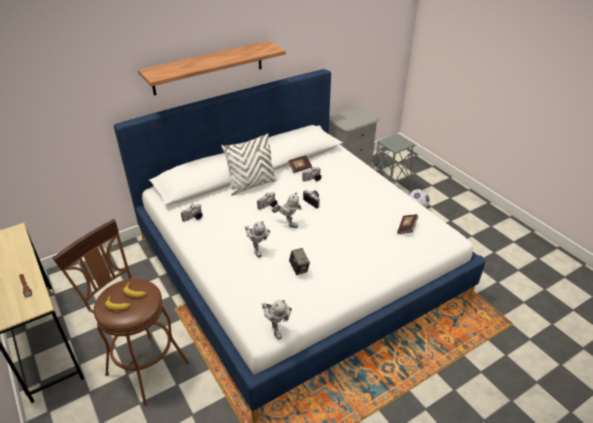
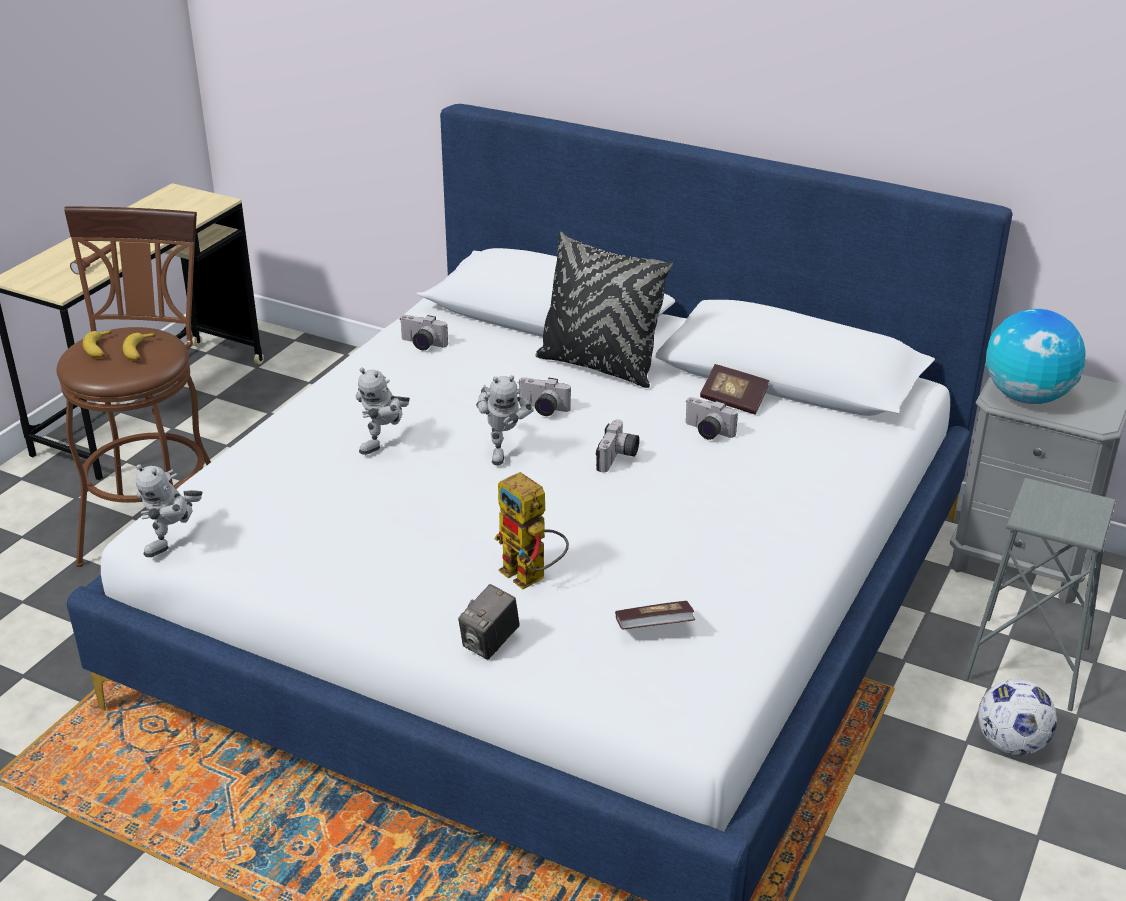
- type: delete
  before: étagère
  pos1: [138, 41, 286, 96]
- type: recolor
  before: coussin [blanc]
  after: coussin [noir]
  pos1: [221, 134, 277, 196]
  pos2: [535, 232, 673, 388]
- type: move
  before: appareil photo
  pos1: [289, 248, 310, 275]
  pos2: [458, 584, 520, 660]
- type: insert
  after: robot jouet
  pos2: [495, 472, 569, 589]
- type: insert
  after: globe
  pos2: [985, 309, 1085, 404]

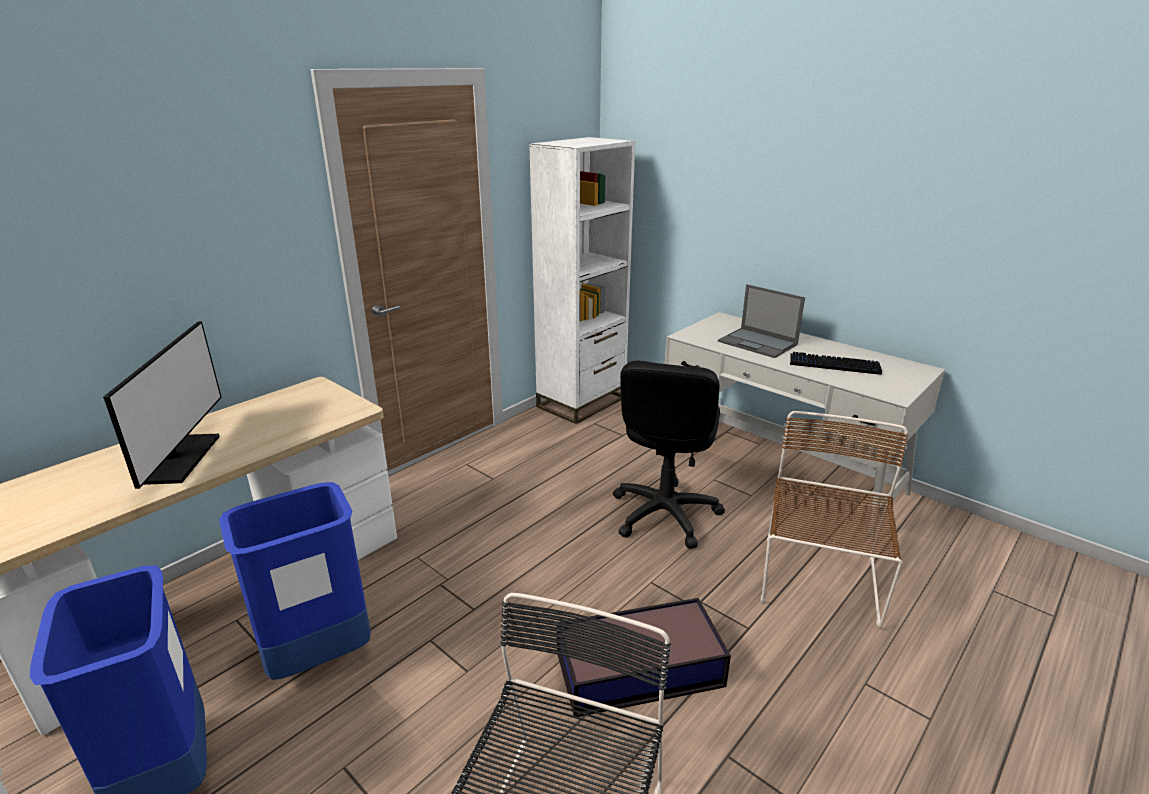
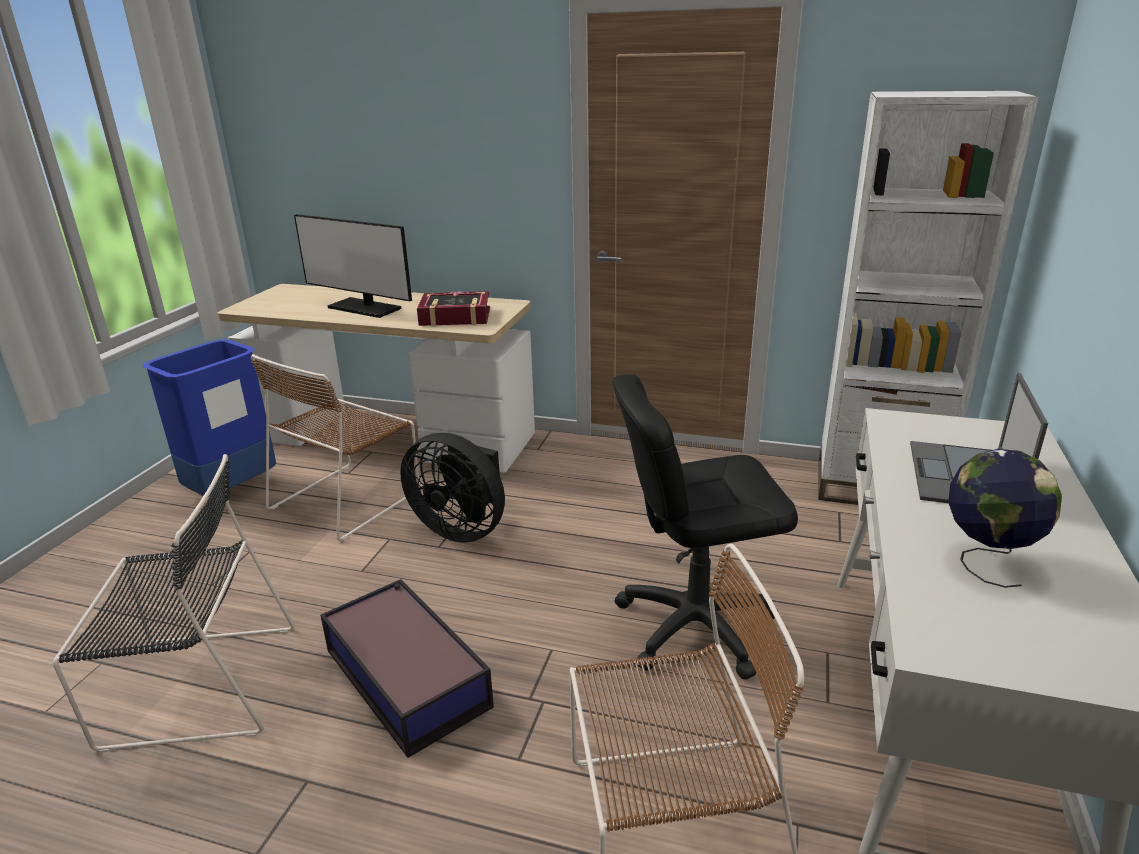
- type: rotate
  before: écran d'ordinateur
  pos1: [103, 321, 222, 489]
  pos2: [294, 214, 412, 318]
  turn: 60
- type: replace
  before: poubelle [bleu]
  after: chaise [marron]
  pos1: [219, 482, 371, 680]
  pos2: [251, 354, 420, 541]
- type: replace
  before: clavier
  after: globe
  pos1: [790, 352, 882, 375]
  pos2: [948, 449, 1062, 588]
- type: insert
  after: ventilateur [noir]
  pos2: [400, 433, 505, 543]
- type: insert
  after: livre
  pos2: [417, 291, 490, 327]

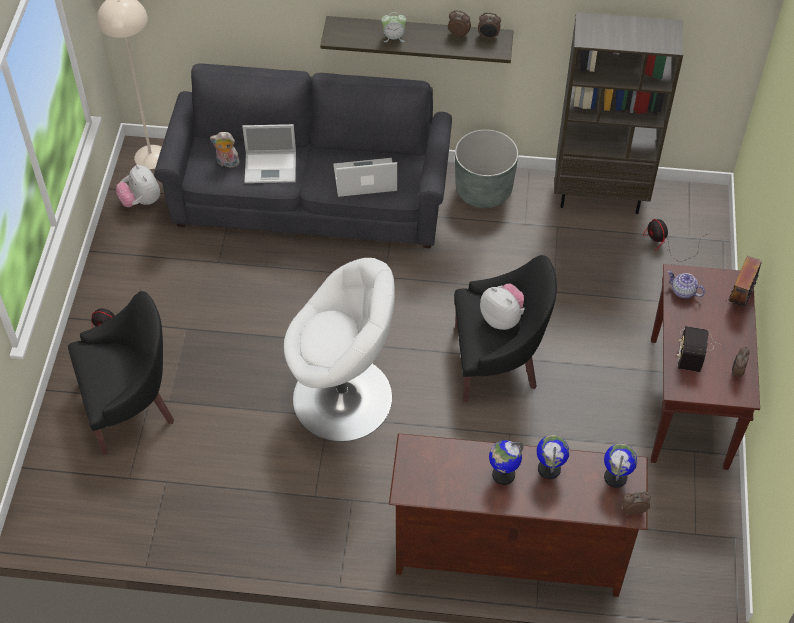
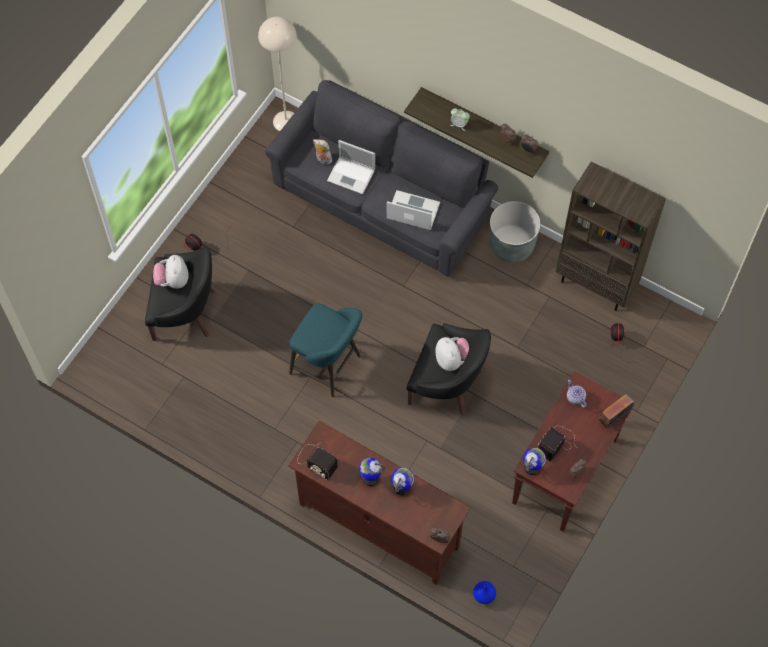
- type: move
  before: peluche
  pos1: [116, 165, 160, 207]
  pos2: [153, 255, 189, 289]
- type: replace
  before: fauteuil [blanc]
  after: tabouret [turquoise]
  pos1: [284, 258, 395, 442]
  pos2: [289, 303, 362, 397]
- type: move
  before: globe
  pos1: [604, 443, 637, 488]
  pos2: [523, 448, 546, 475]
- type: insert
  after: radio
  pos2: [297, 442, 338, 480]
- type: insert
  after: vase [bleu]
  pos2: [473, 581, 496, 604]

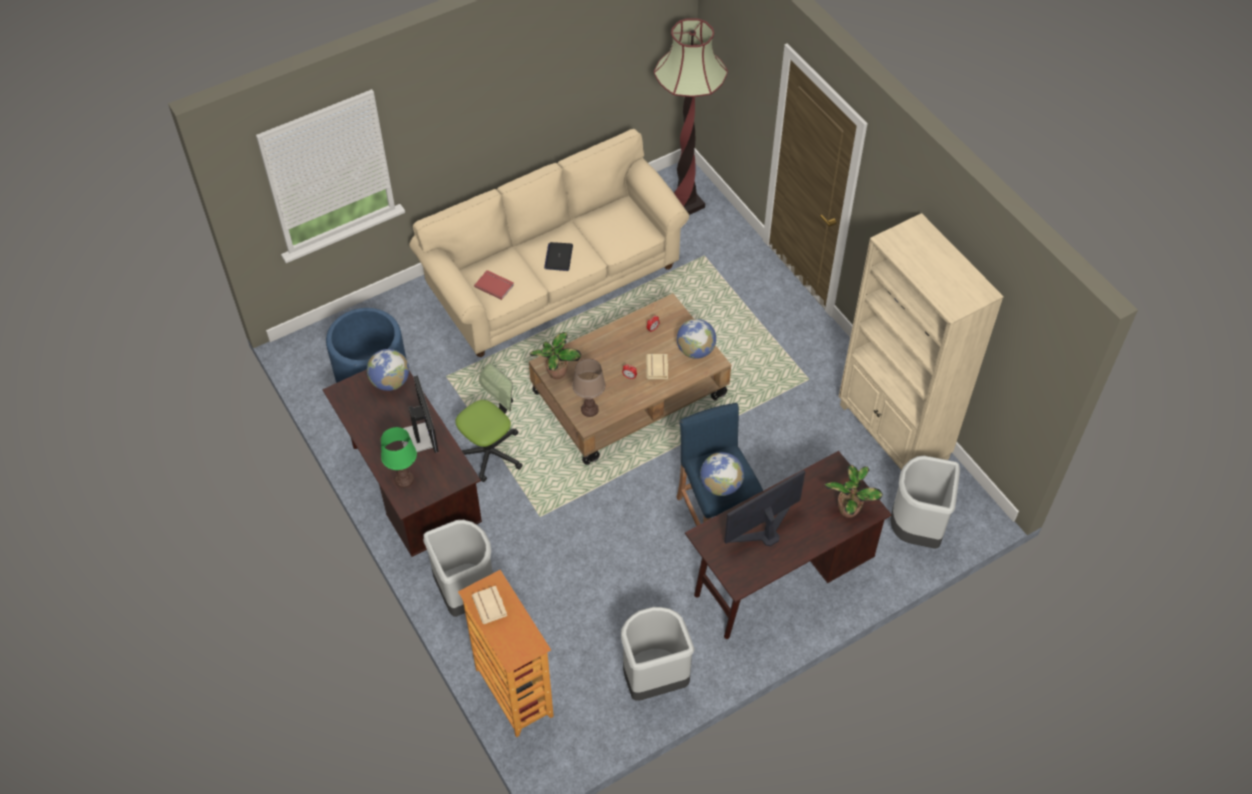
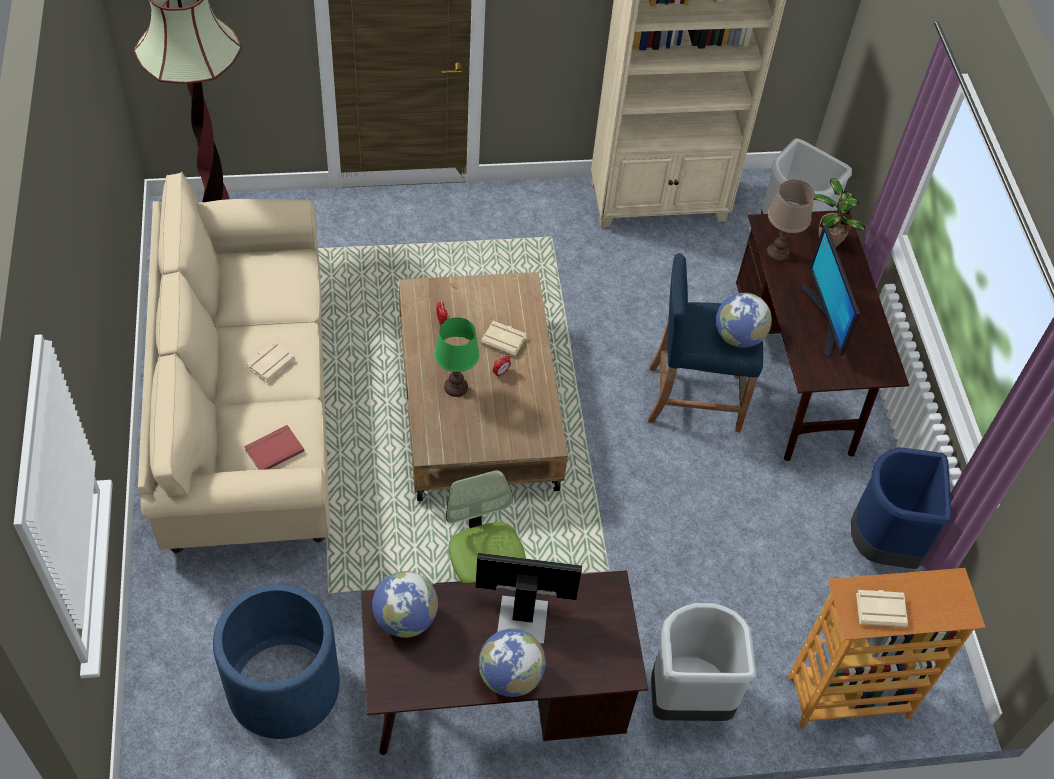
- type: move
  before: lampe de table [vert]
  pos1: [381, 427, 417, 488]
  pos2: [434, 317, 479, 397]
- type: delete
  before: plante en pot
  pos1: [529, 332, 581, 379]
- type: replace
  before: ordinateur portable
  after: livre [beige]
  pos1: [544, 242, 573, 271]
  pos2: [247, 341, 295, 383]
- type: move
  before: lampe de table [marron]
  pos1: [572, 359, 606, 417]
  pos2: [767, 180, 815, 262]
- type: recolor
  before: poubelle [gris]
  after: poubelle [bleu]
  pos1: [621, 607, 695, 701]
  pos2: [851, 447, 952, 569]
- type: move
  before: globe
  pos1: [677, 319, 716, 359]
  pos2: [479, 629, 546, 697]

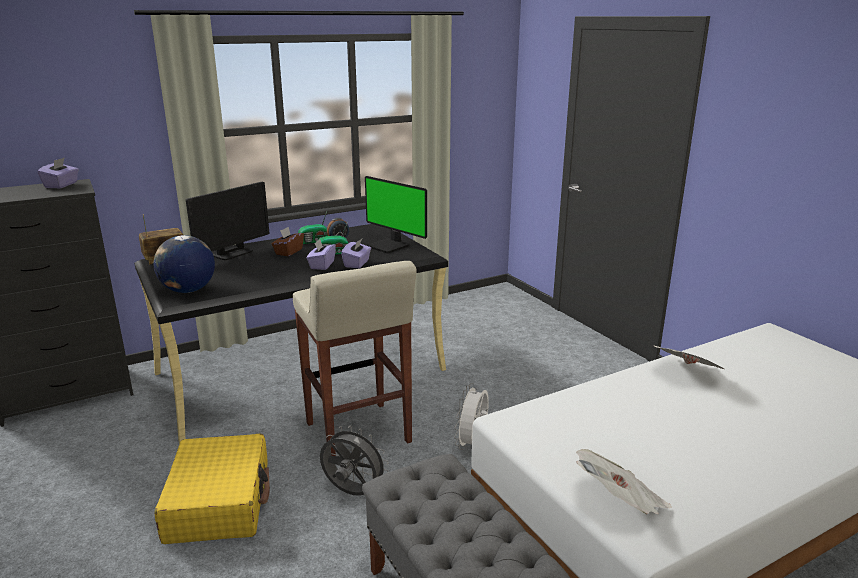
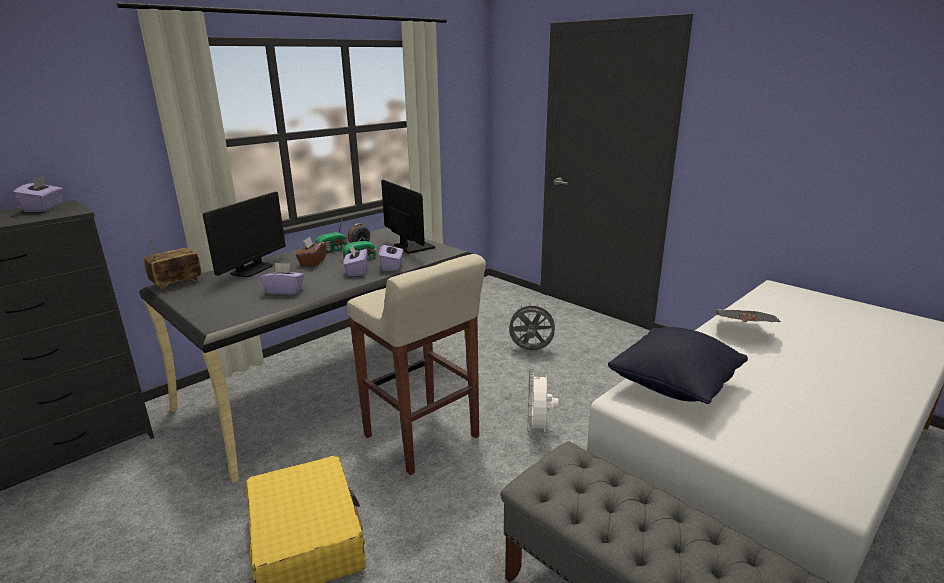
- type: delete
  before: globe
  pos1: [154, 235, 215, 293]
- type: move
  before: ventilateur [gris]
  pos1: [320, 426, 389, 496]
  pos2: [507, 302, 558, 350]
- type: rotate
  before: écran d'ordinateur
  pos1: [365, 176, 427, 254]
  pos2: [381, 180, 435, 254]
  turn: -150
- type: delete
  before: journal
  pos1: [576, 449, 671, 514]
- type: insert
  after: boîte à mouchoirs [violet]
  pos2: [260, 263, 304, 295]
- type: insert
  after: coussin [noir]
  pos2: [608, 327, 748, 404]

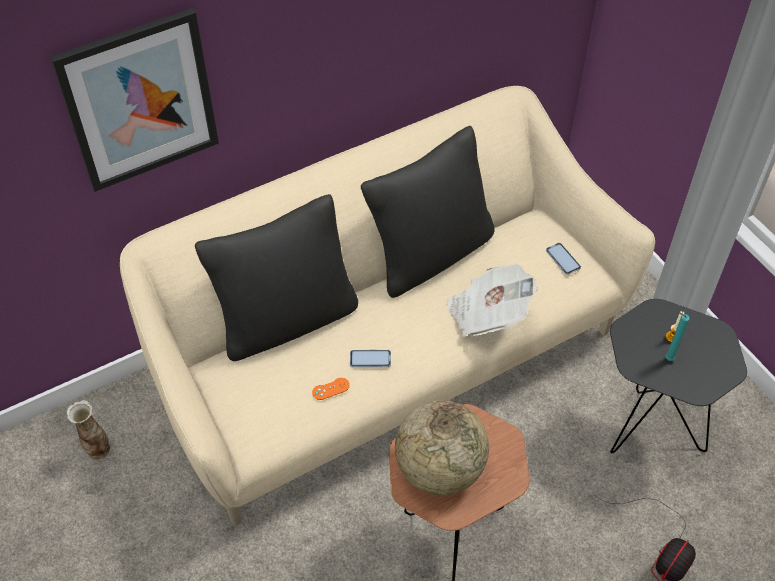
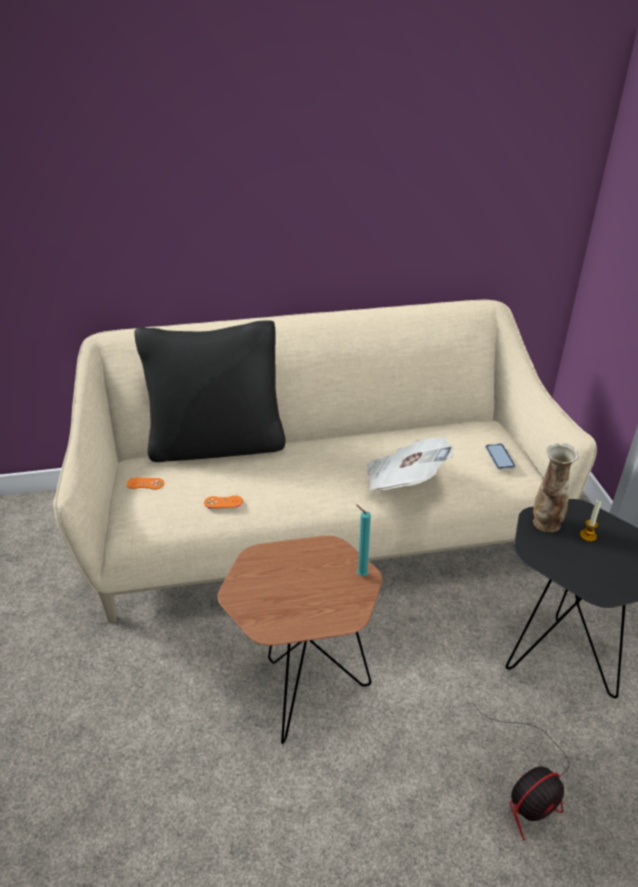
- type: delete
  before: tableau
  pos1: [50, 8, 219, 192]
- type: move
  before: vase
  pos1: [67, 400, 110, 459]
  pos2: [533, 443, 579, 532]
- type: delete
  before: téléphone
  pos1: [350, 350, 391, 367]
- type: delete
  before: coussin [noir]
  pos1: [361, 126, 495, 298]
- type: delete
  before: globe
  pos1: [395, 400, 489, 496]
- type: move
  before: bougie [turquoise]
  pos1: [665, 312, 689, 361]
  pos2: [357, 505, 371, 576]
- type: insert
  after: manette [orange]
  pos2: [127, 477, 164, 490]

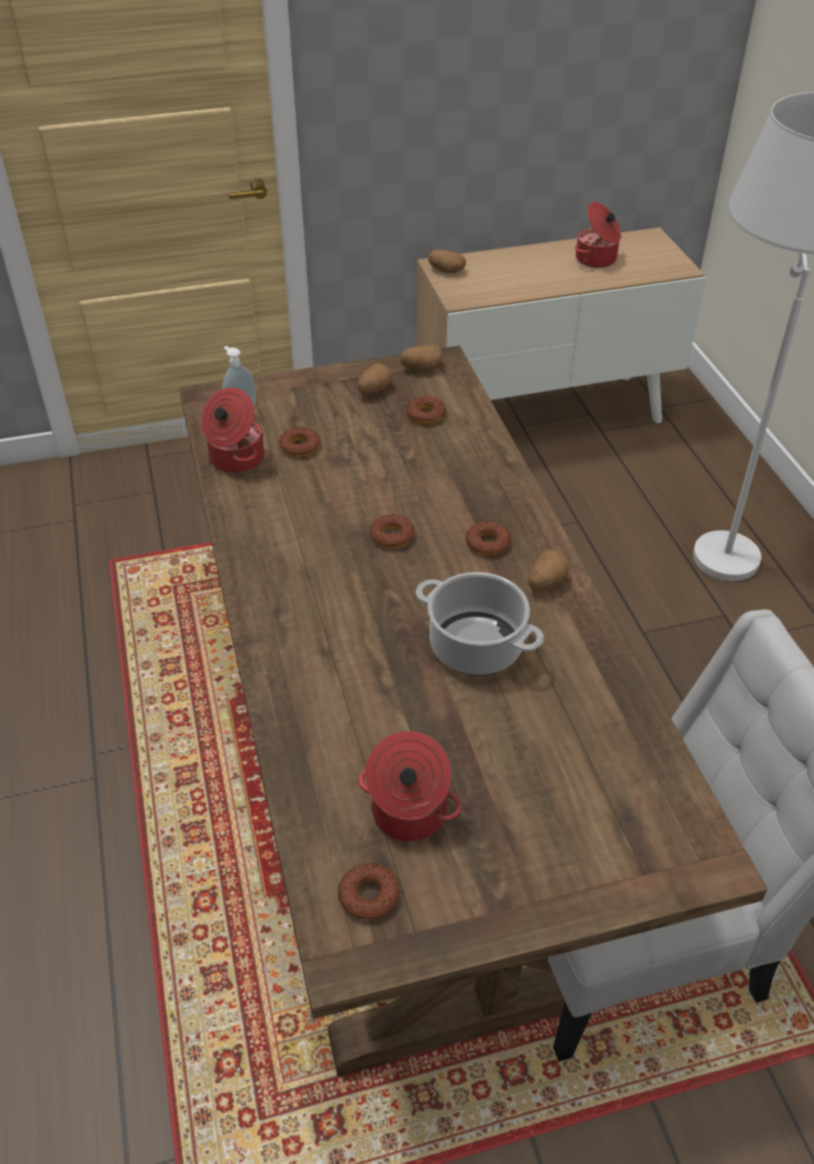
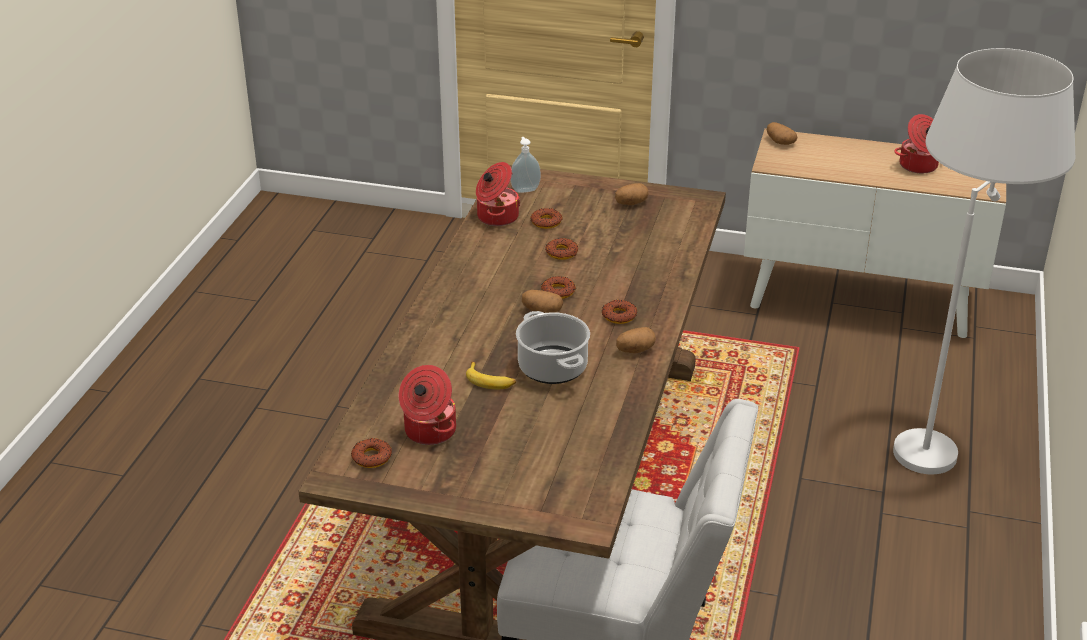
- type: move
  before: pomme de terre
  pos1: [400, 345, 443, 371]
  pos2: [522, 290, 563, 313]
- type: move
  before: beignet
  pos1: [407, 396, 447, 424]
  pos2: [545, 238, 578, 260]
- type: insert
  after: banane
  pos2: [466, 362, 516, 389]

